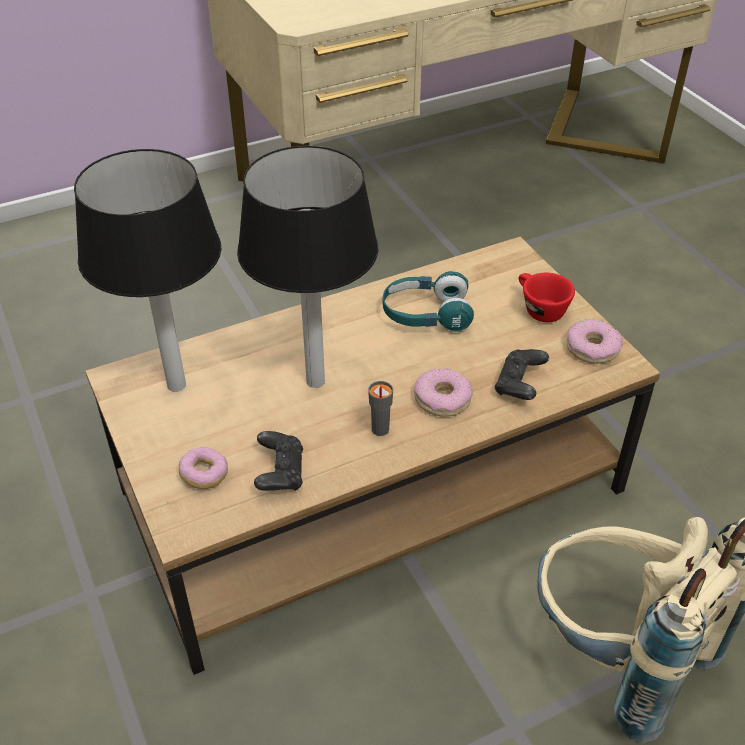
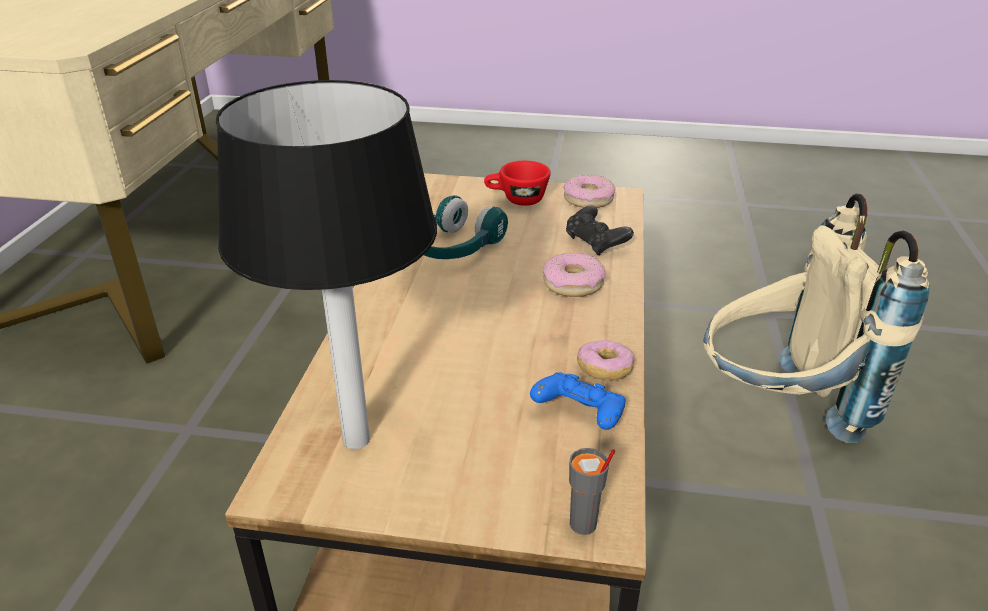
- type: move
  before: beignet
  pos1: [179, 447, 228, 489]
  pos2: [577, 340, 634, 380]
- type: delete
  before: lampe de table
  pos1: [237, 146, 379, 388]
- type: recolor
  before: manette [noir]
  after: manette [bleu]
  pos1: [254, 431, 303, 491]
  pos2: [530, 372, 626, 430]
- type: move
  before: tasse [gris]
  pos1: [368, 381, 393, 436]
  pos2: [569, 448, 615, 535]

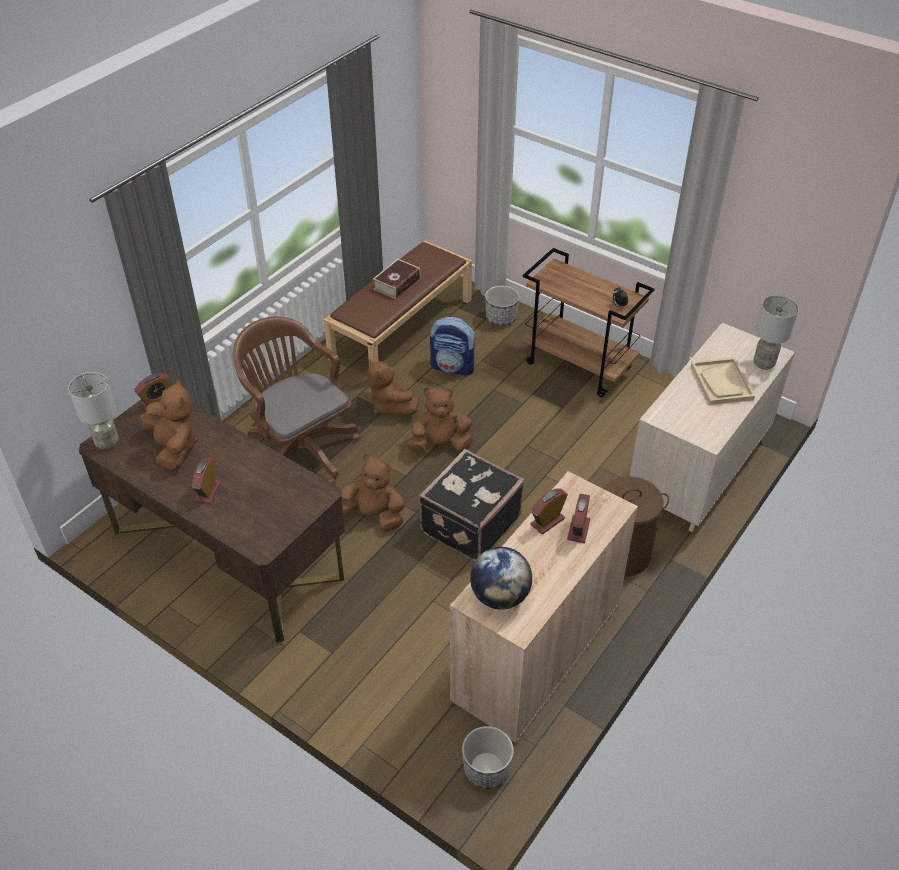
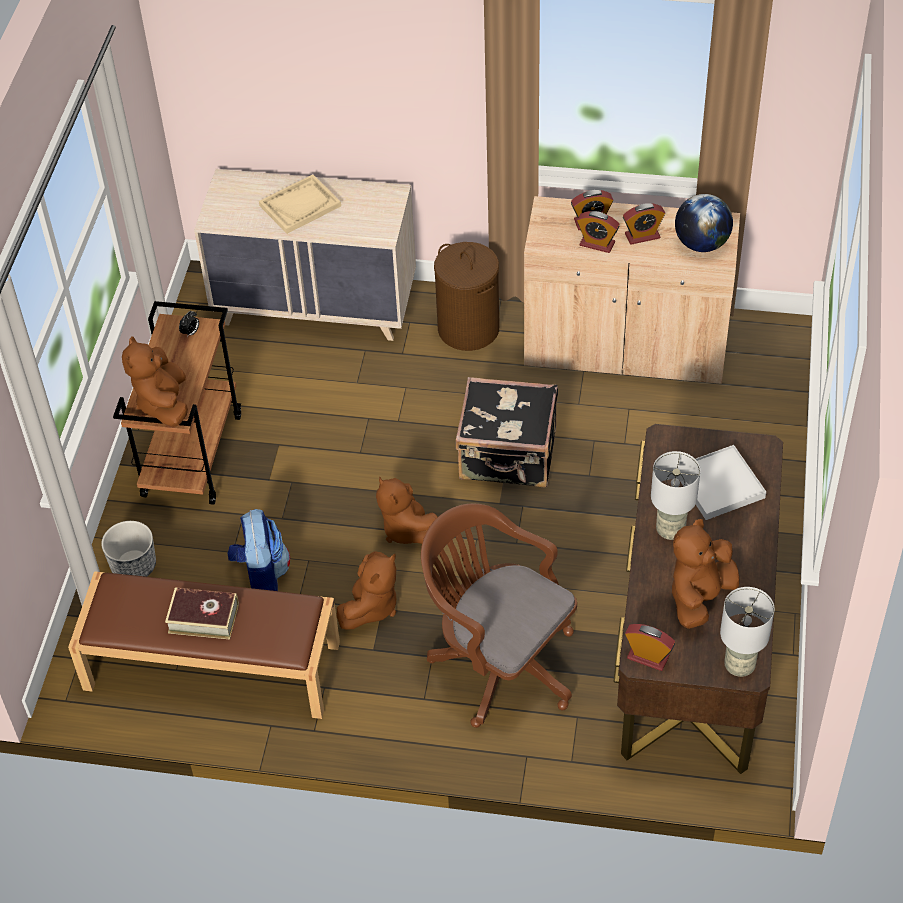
- type: move
  before: réveil
  pos1: [192, 458, 221, 504]
  pos2: [623, 203, 665, 245]
- type: rotate
  before: chaise de bureau [marron]
  pos1: [233, 316, 360, 484]
  pos2: [421, 503, 577, 728]
  turn: 105
- type: move
  before: peluche [marron]
  pos1: [341, 454, 405, 531]
  pos2: [122, 336, 188, 427]
- type: delete
  before: cache-pot
  pos1: [462, 726, 514, 789]
- type: move
  before: lampe de table [gris]
  pos1: [754, 295, 799, 370]
  pos2: [651, 451, 700, 540]
- type: insert
  after: plateau [blanc]
  pos2: [680, 445, 766, 520]

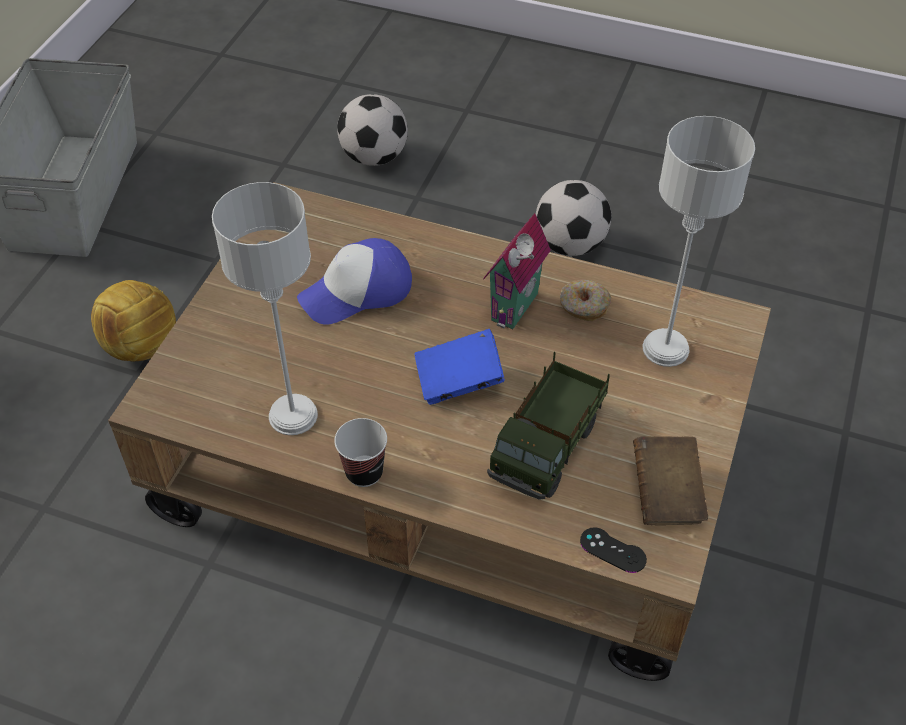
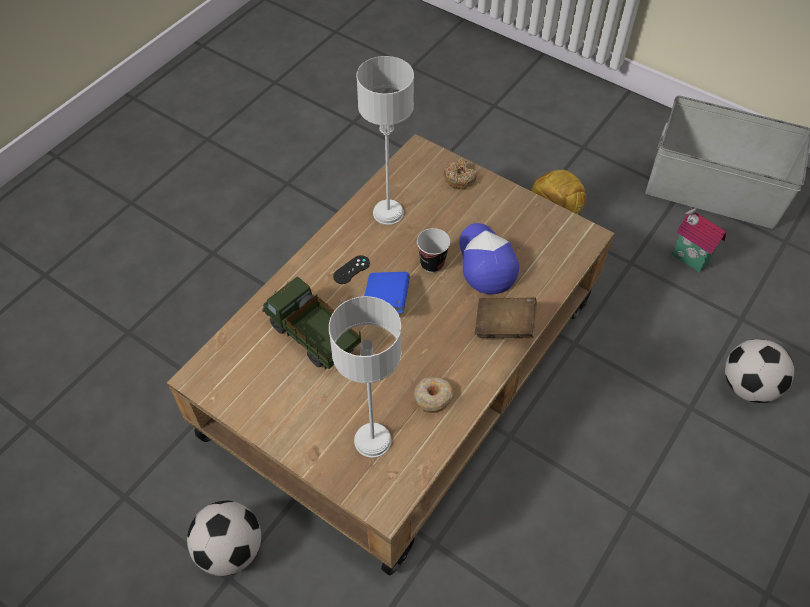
- type: move
  before: tasse
  pos1: [334, 418, 387, 487]
  pos2: [417, 228, 450, 273]
- type: move
  before: maison miniature
  pos1: [483, 213, 551, 329]
  pos2: [672, 204, 726, 273]
- type: move
  before: ballon de foot
  pos1: [536, 180, 611, 256]
  pos2: [187, 501, 261, 576]
- type: move
  before: manette [noir]
  pos1: [580, 527, 647, 573]
  pos2: [333, 255, 370, 284]
- type: move
  before: livre [marron]
  pos1: [633, 436, 708, 525]
  pos2: [475, 297, 537, 338]
- type: insert
  after: beignet
  pos2: [443, 159, 476, 190]

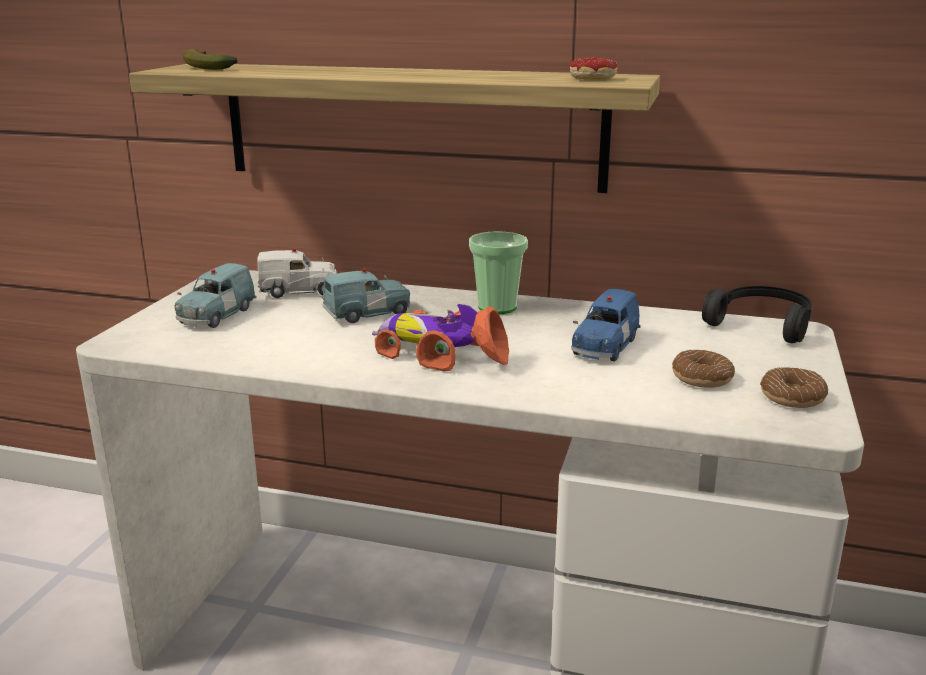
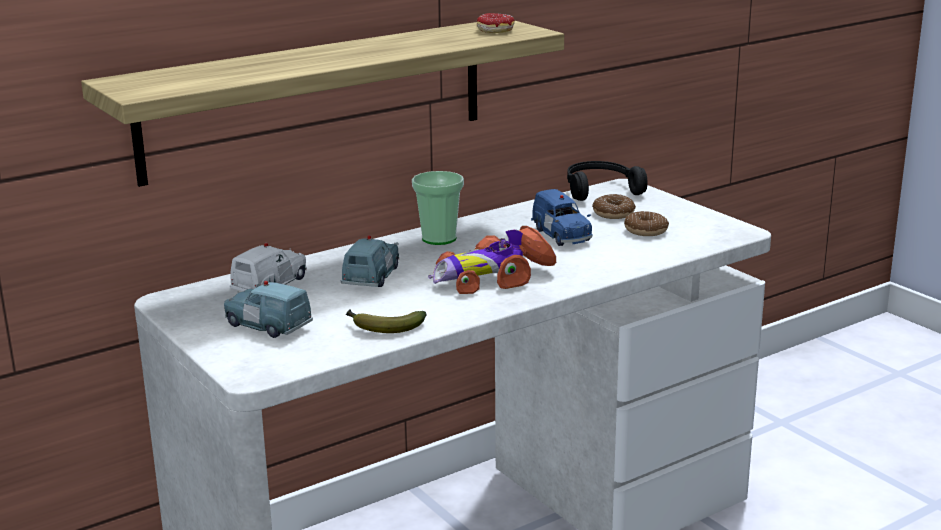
- type: rotate
  before: petite voiture [bleu]
  pos1: [175, 263, 257, 328]
  pos2: [224, 281, 313, 338]
  turn: 150
- type: move
  before: banane
  pos1: [183, 49, 238, 70]
  pos2: [346, 309, 427, 333]
- type: move
  before: beignet
  pos1: [760, 367, 828, 408]
  pos2: [592, 194, 636, 219]

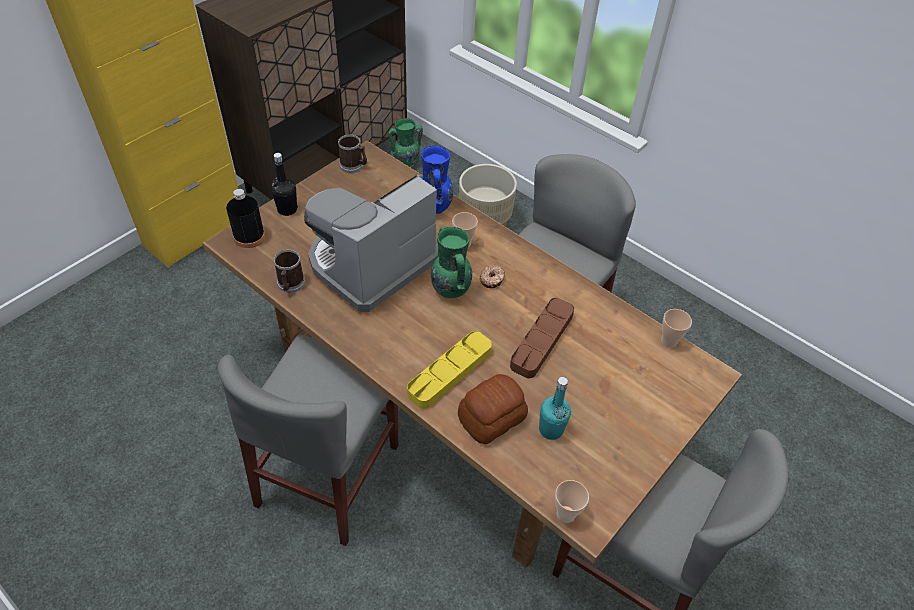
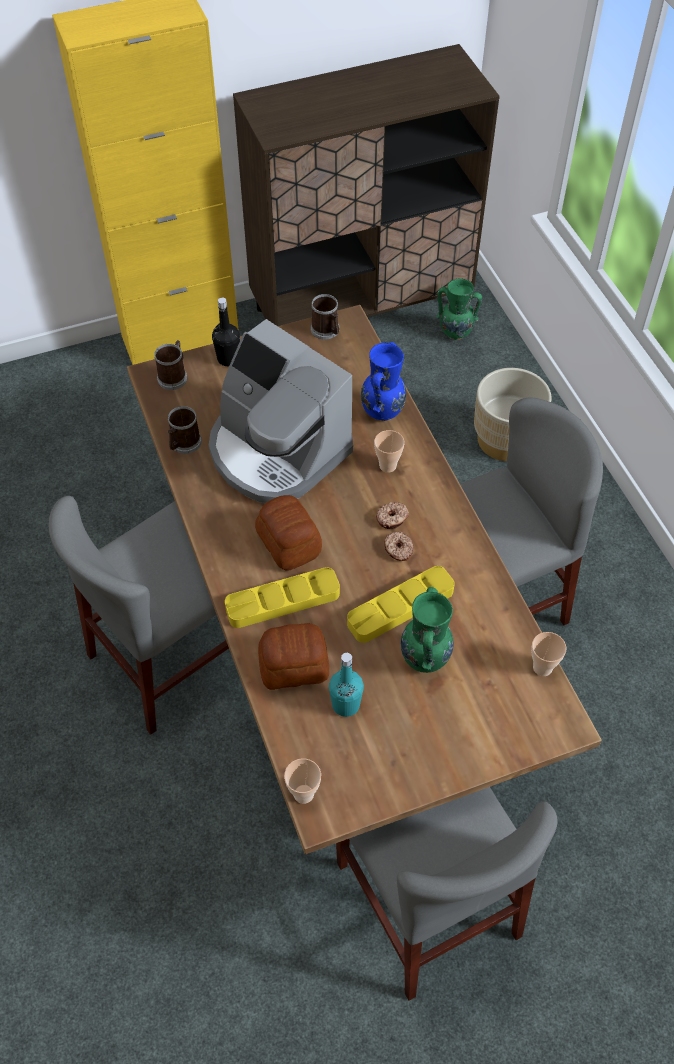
- type: replace
  before: bouteille [noir]
  after: mug
  pos1: [226, 189, 265, 248]
  pos2: [154, 340, 187, 390]
- type: rotate
  before: machine à café
  pos1: [304, 174, 439, 312]
  pos2: [209, 319, 353, 503]
  turn: -120
- type: move
  before: vase [vert]
  pos1: [431, 227, 472, 299]
  pos2: [401, 587, 454, 673]
- type: recolor
  before: plateau [marron]
  after: plateau [jaune]
  pos1: [510, 298, 574, 378]
  pos2: [347, 566, 455, 643]
- type: insert
  after: pain
  pos2: [255, 495, 322, 571]
- type: insert
  after: beignet
  pos2: [384, 532, 414, 561]

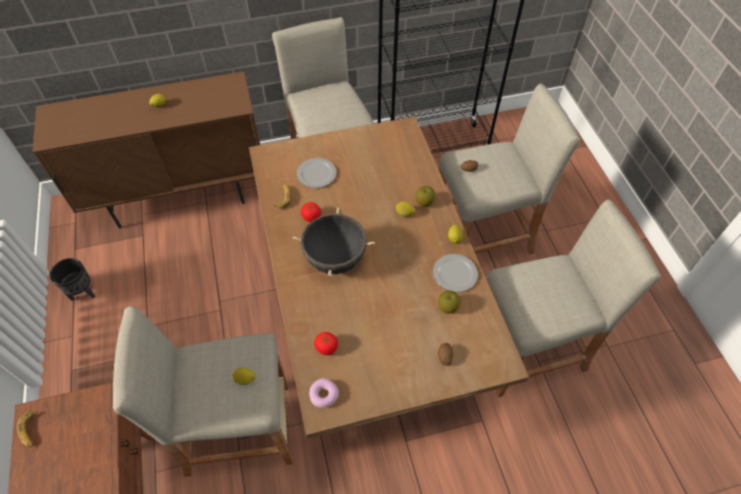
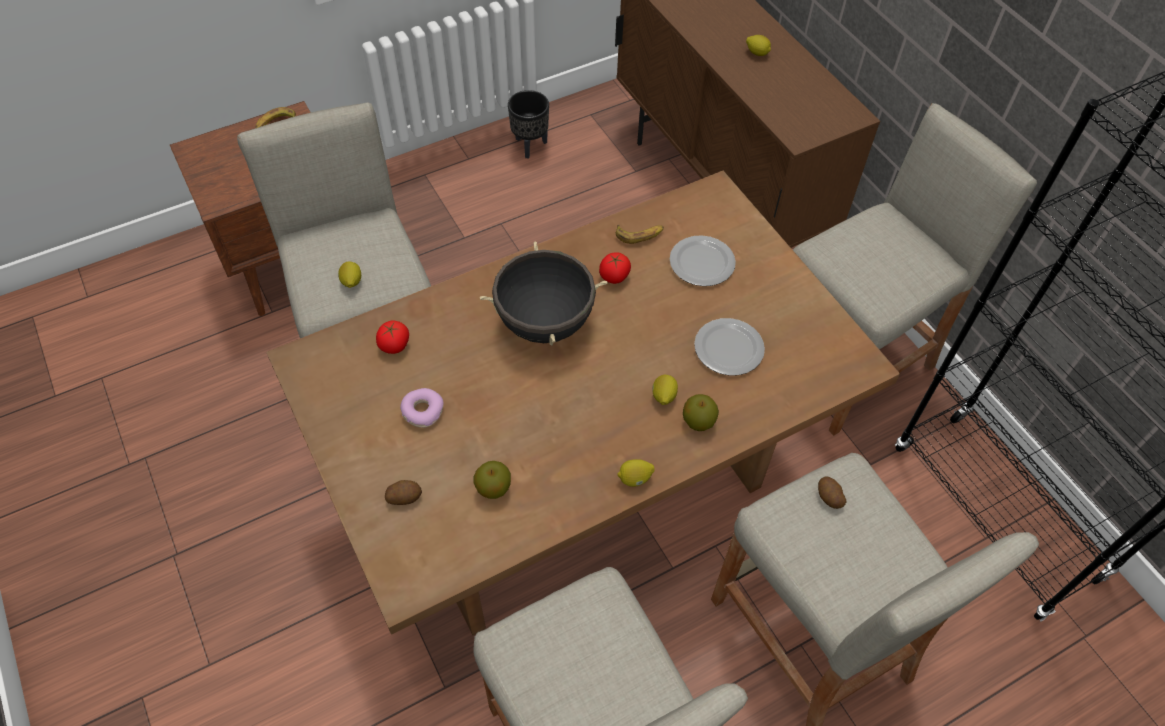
- type: move
  before: beignet
  pos1: [309, 378, 339, 408]
  pos2: [400, 388, 444, 428]
- type: move
  before: assiette
  pos1: [433, 254, 478, 292]
  pos2: [694, 318, 765, 376]

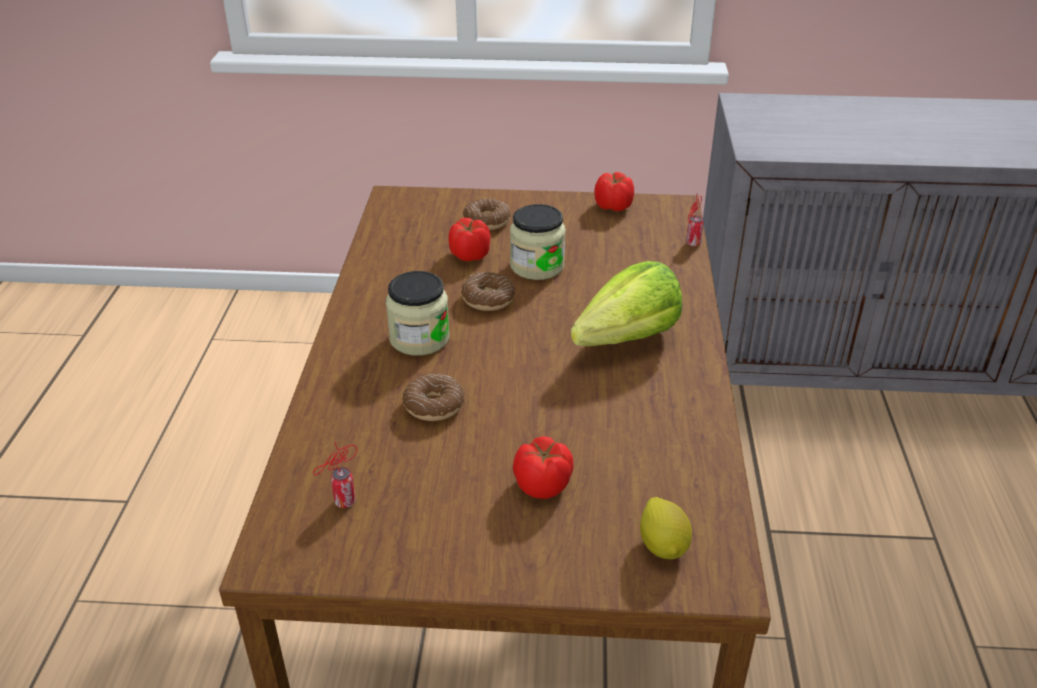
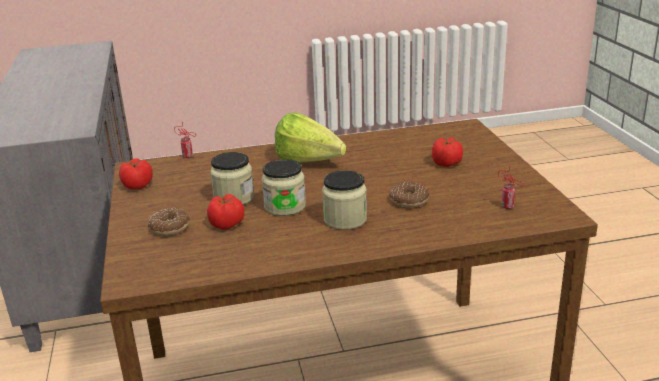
- type: replace
  before: beignet
  after: bocal
  pos1: [461, 272, 515, 311]
  pos2: [262, 159, 306, 216]
- type: delete
  before: citron
  pos1: [640, 497, 692, 559]

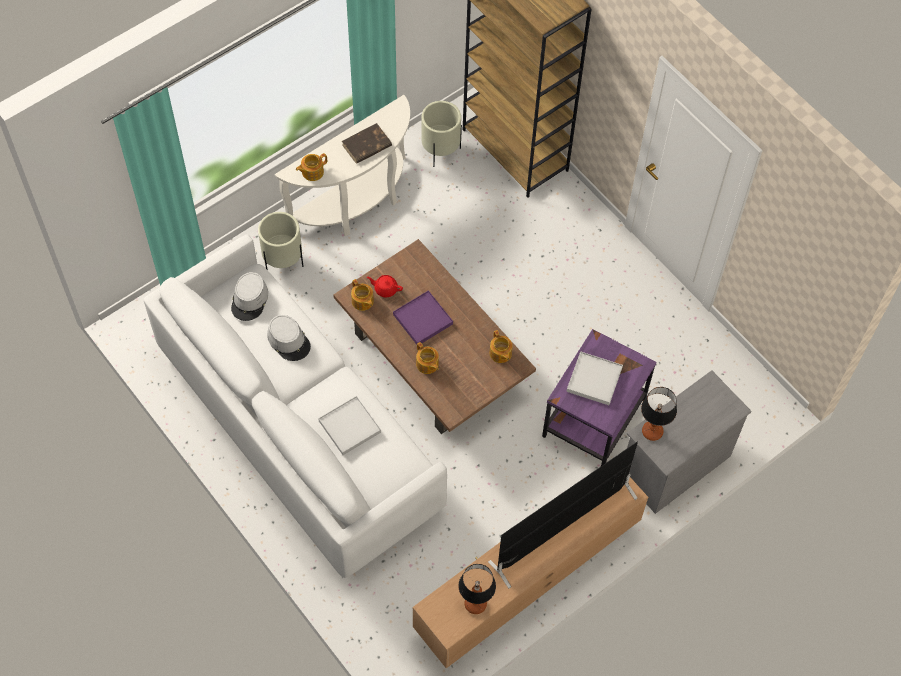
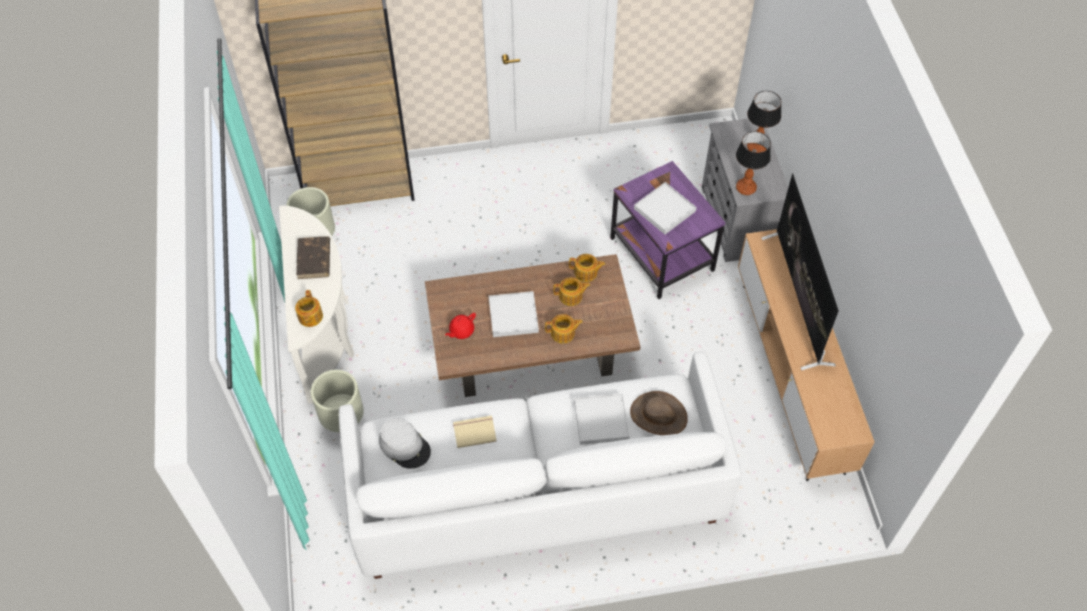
- type: replace
  before: chapeau [gris]
  after: livre [beige]
  pos1: [267, 315, 311, 361]
  pos2: [453, 416, 497, 448]
- type: move
  before: théière
  pos1: [351, 279, 374, 311]
  pos2: [553, 277, 590, 306]
- type: recolor
  before: plateau [violet]
  after: plateau [blanc]
  pos1: [393, 290, 453, 345]
  pos2: [489, 291, 539, 337]
- type: move
  before: lampe de table
  pos1: [458, 564, 496, 614]
  pos2: [747, 91, 781, 153]
- type: insert
  after: chapeau [marron]
  pos2: [630, 391, 688, 435]

